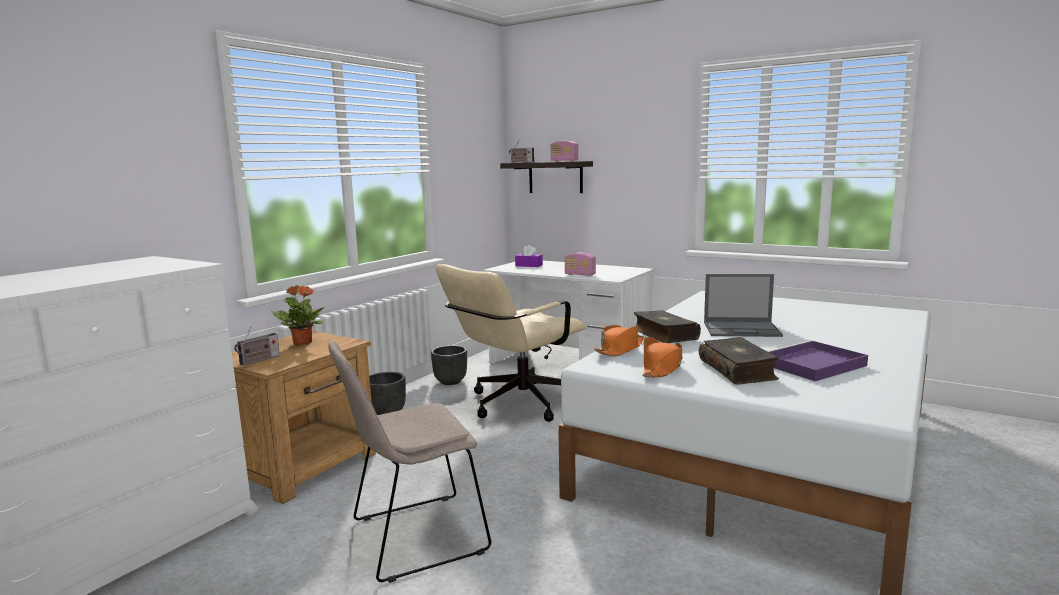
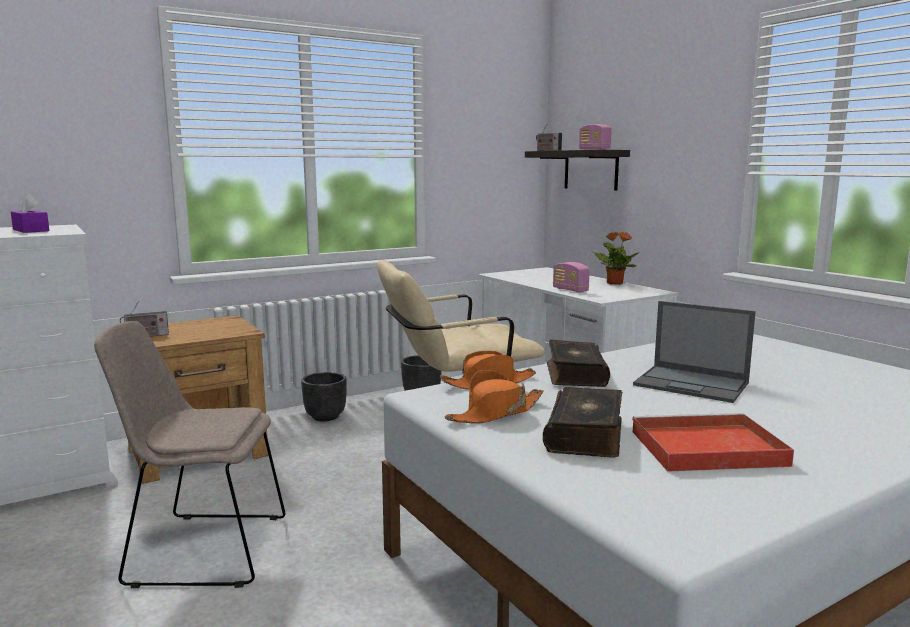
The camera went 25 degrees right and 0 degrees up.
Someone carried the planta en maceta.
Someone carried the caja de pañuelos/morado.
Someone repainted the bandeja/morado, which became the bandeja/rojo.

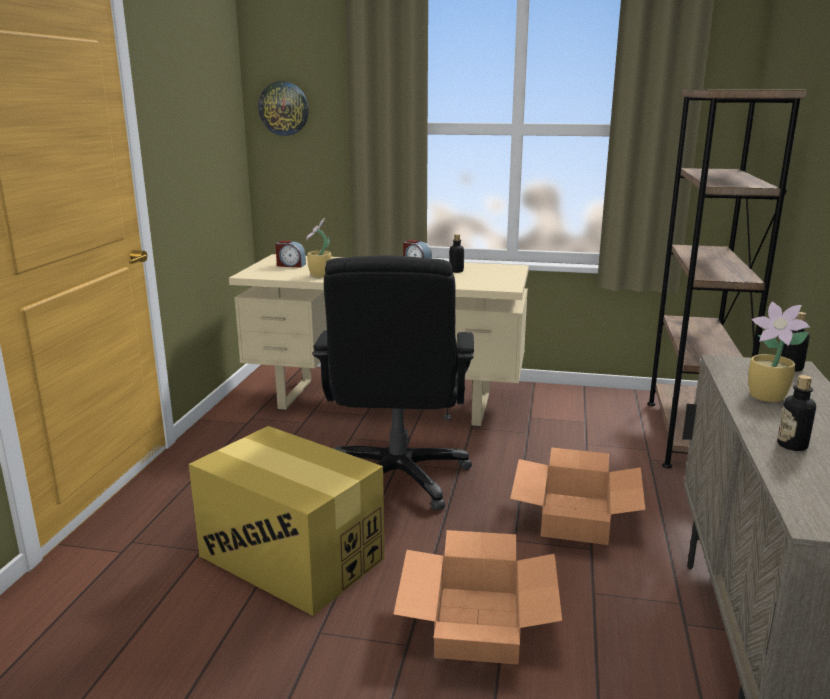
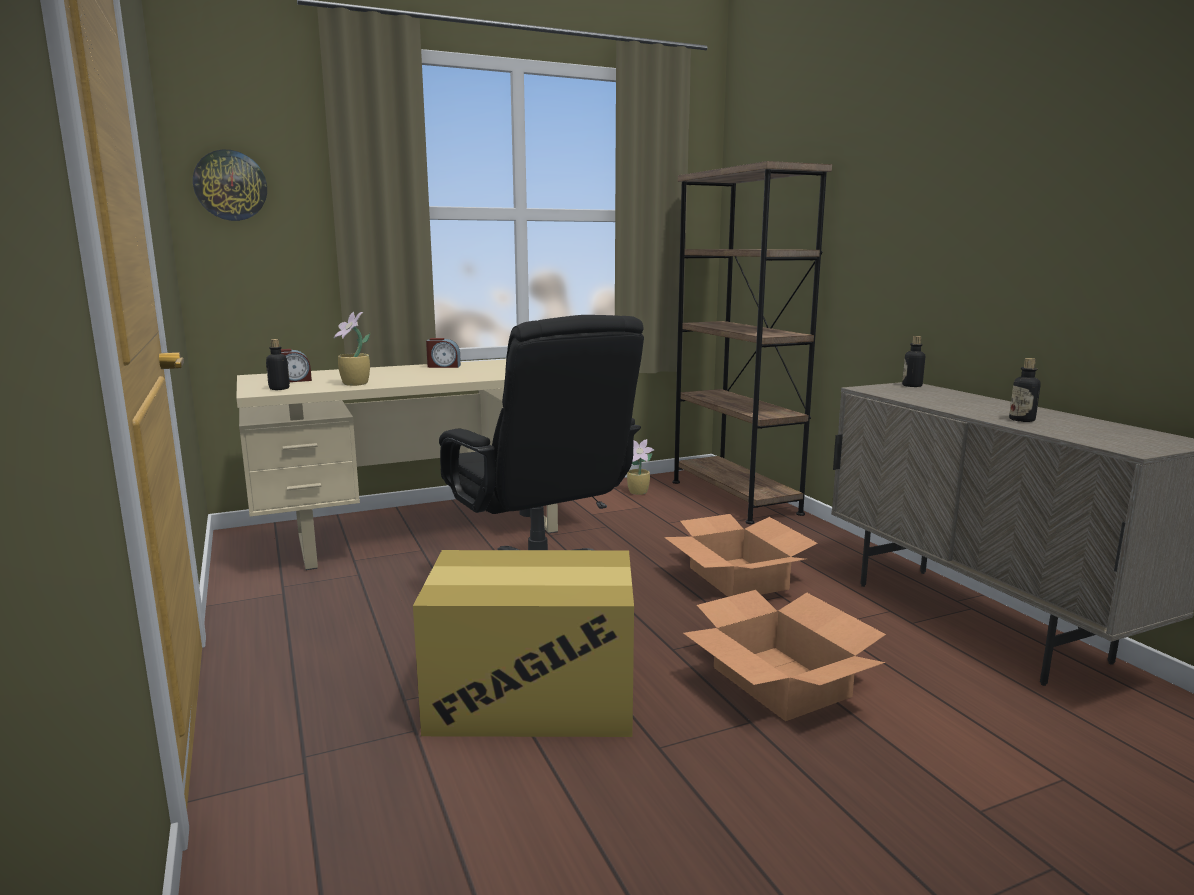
The camera went 35 degrees left and 5 degrees down.
Someone carried the botella (no. 1 from left).
Someone carried the planta en maceta (no. 2 from left).

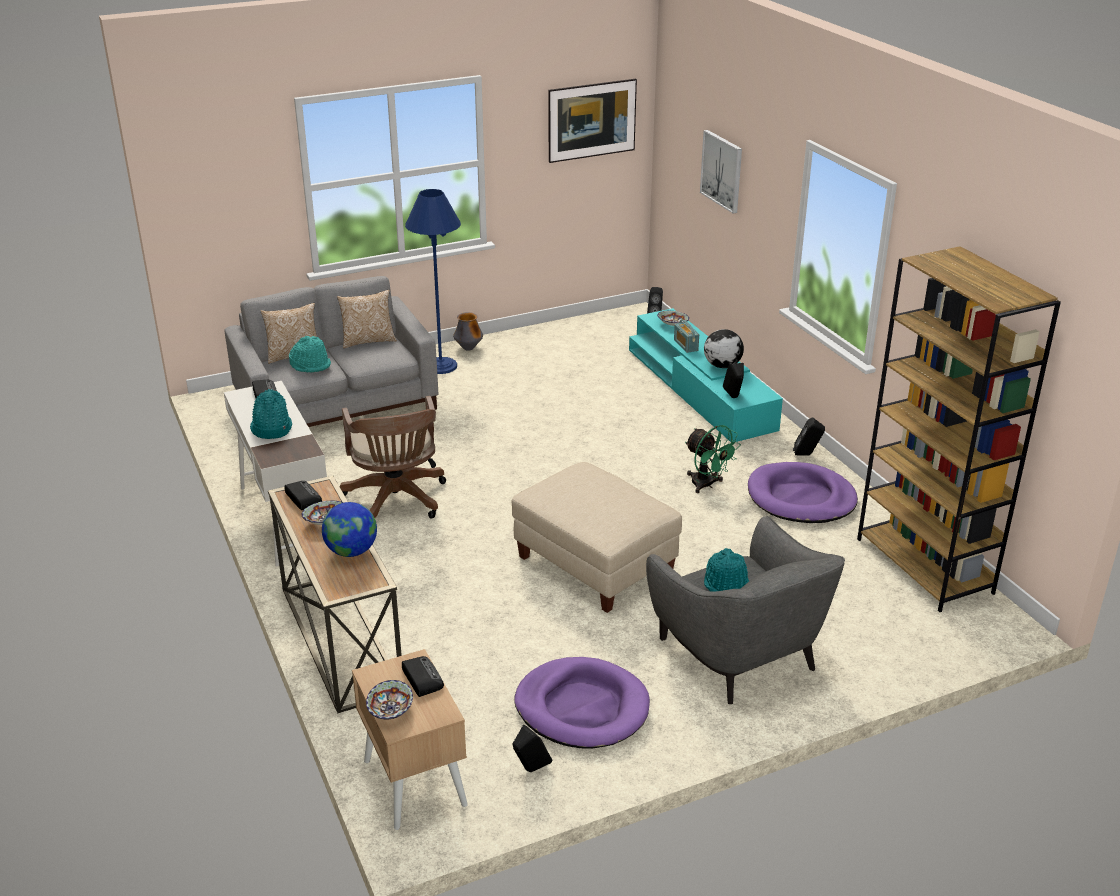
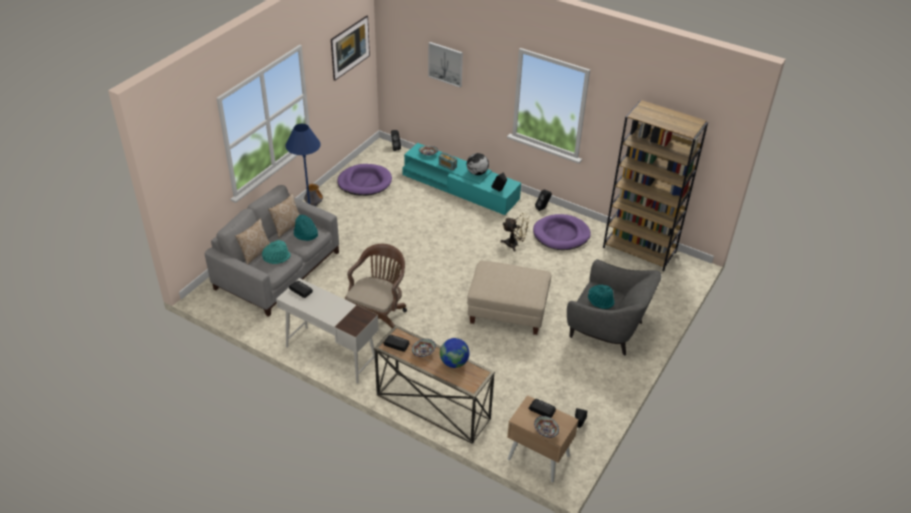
The camera went 35 degrees left and 10 degrees up.
Someone carried the sombrero/turquesa (no. 1 from left in the first image).
Someone rotated the silla de oficina/marrón by 105 degrees counterclockwise.
Someone carried the cama para perro/morado (no. 1 from left).
Someone repainted the ventilador/verde, which became the ventilador/beis.

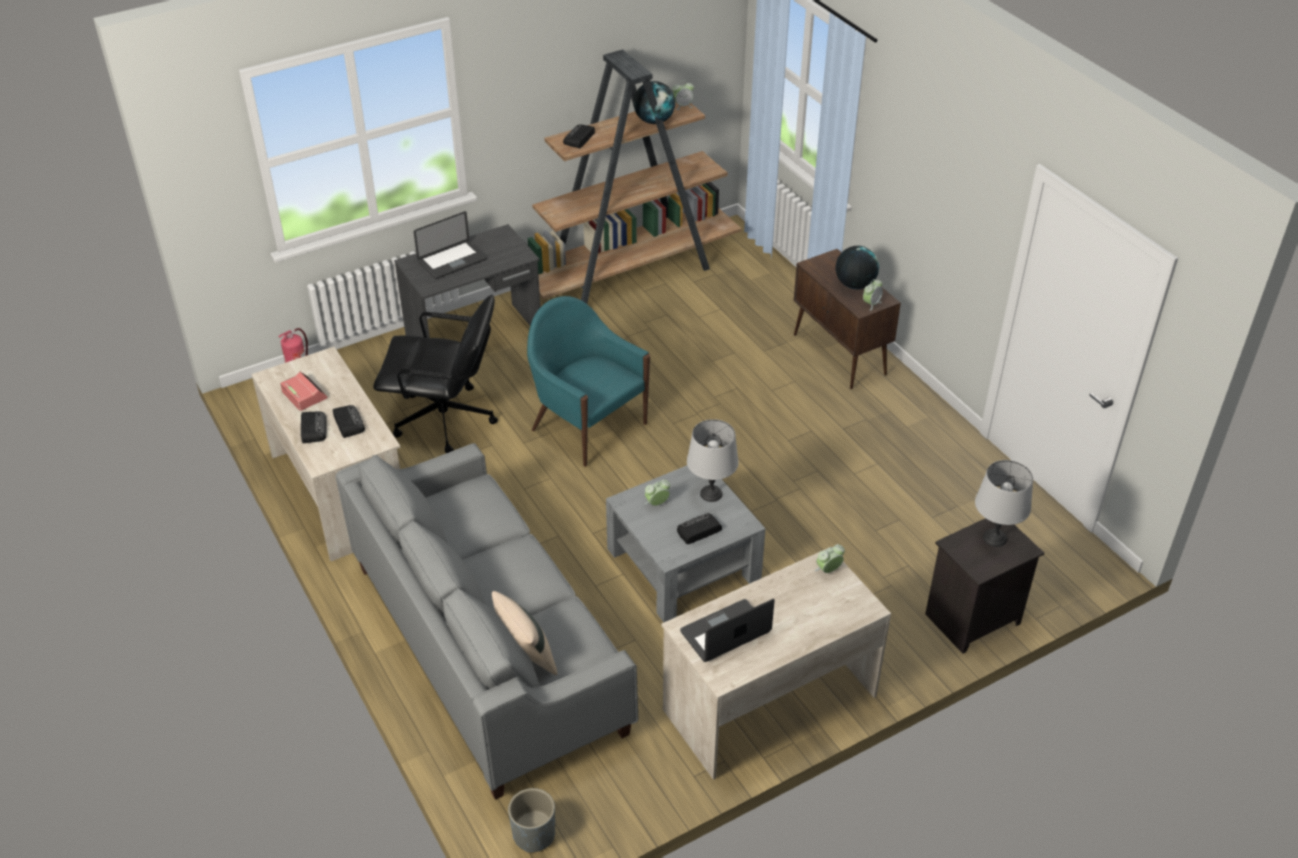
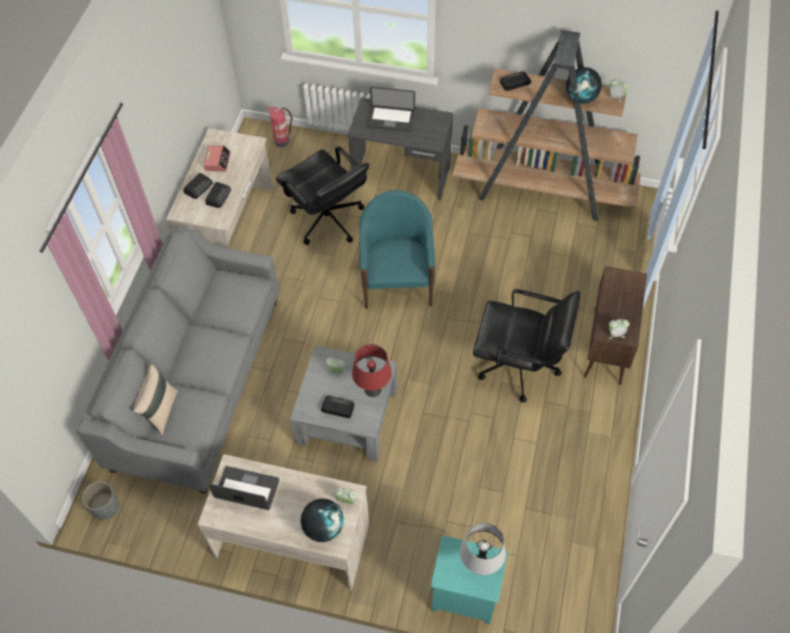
The camera went 45 degrees right and 15 degrees up.
Someone repainted the lámpara de mesa/gris (no. 1 from left), which became the lámpara de mesa/rojo.
Someone carried the globo terráqueo (no. 2 from left in the first image).
Someone repainted the mesita de noche/negro, which became the mesita de noche/turquesa.
Someone put down the silla de oficina/negro (no. 2 from left).

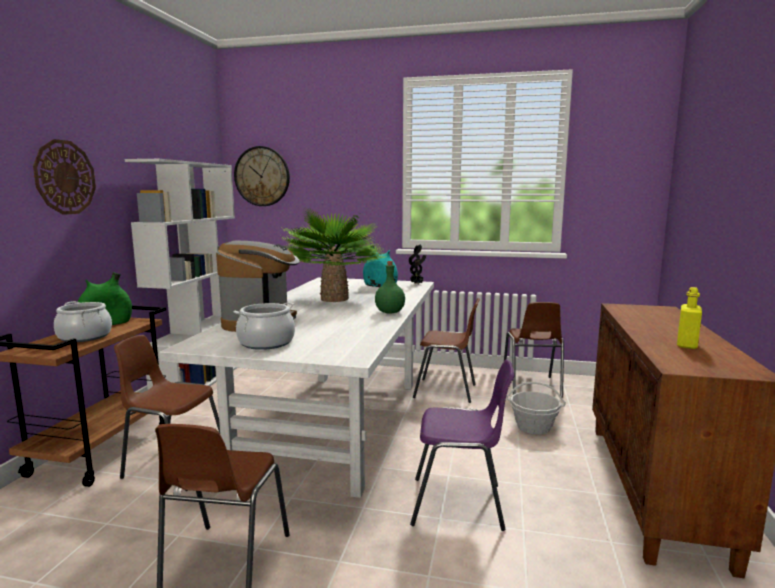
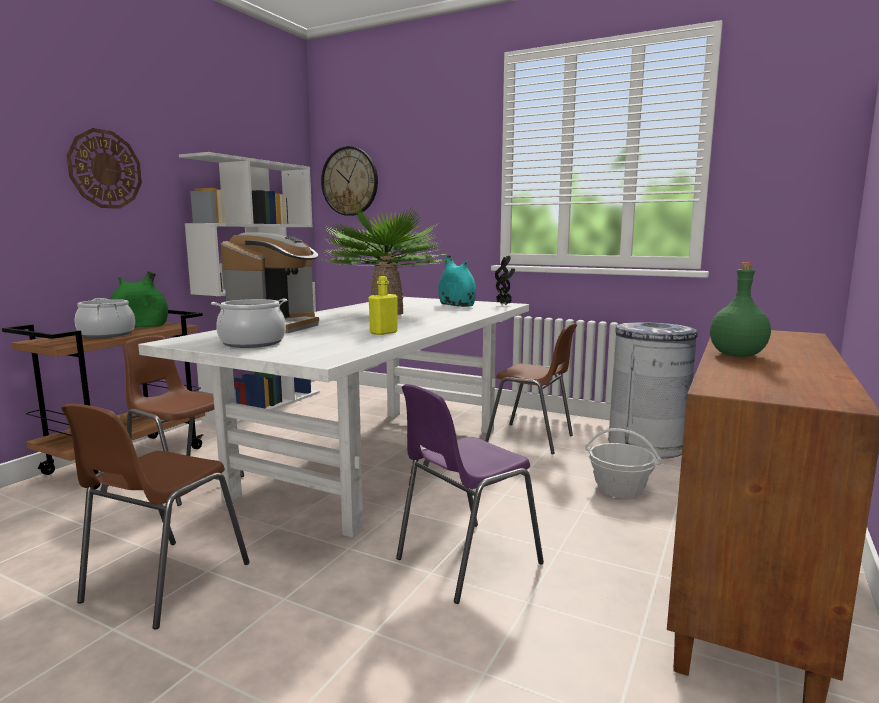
The camera went 15 degrees right and 0 degrees up.
Someone carried the botella/verde.
Someone rotated the silla/morado by 120 degrees clockwise.
Someone swapped the silla/marrón (no. 4 from left) for the papelera/gris.
Someone carried the botella/amarillo.

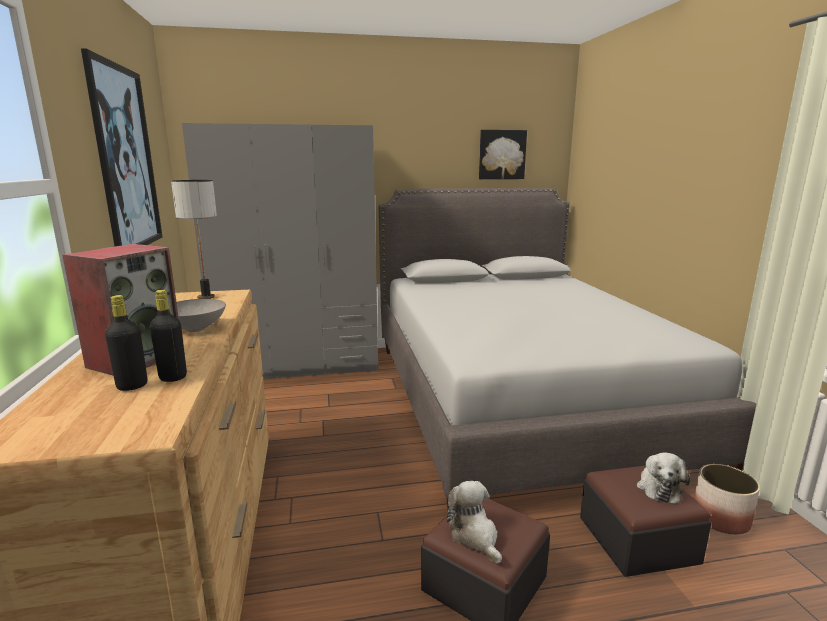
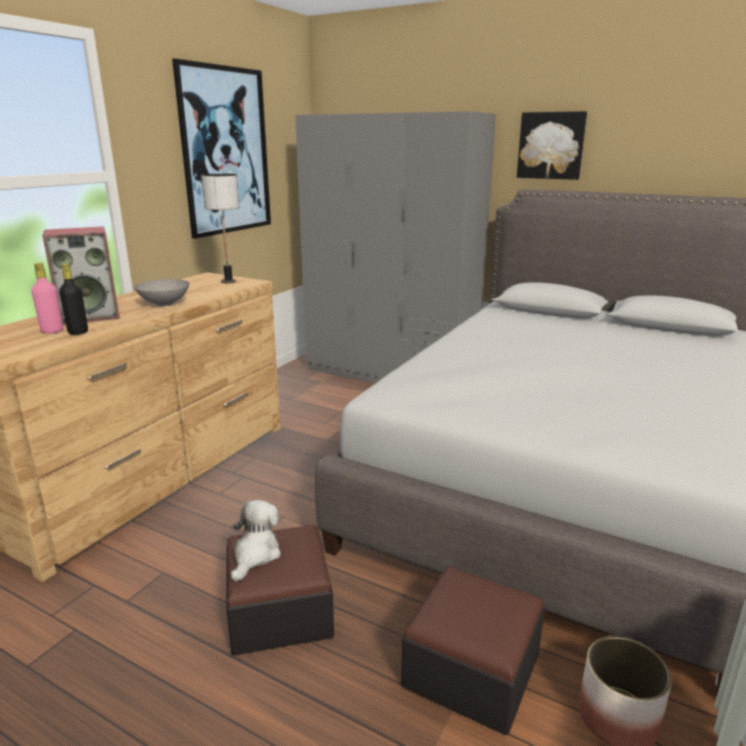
The camera went 40 degrees right and 5 degrees up.
Someone repainted the botella/negro (no. 1 from left), which became the botella/rosa.
Someone carried the cuadro (no. 2 from left).
Someone took away the peluche (no. 2 from left).

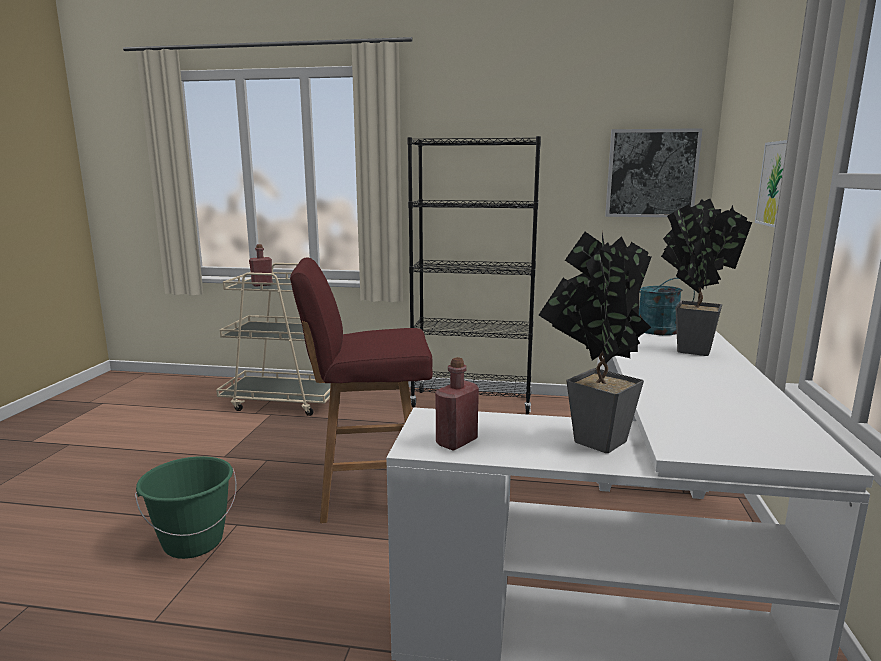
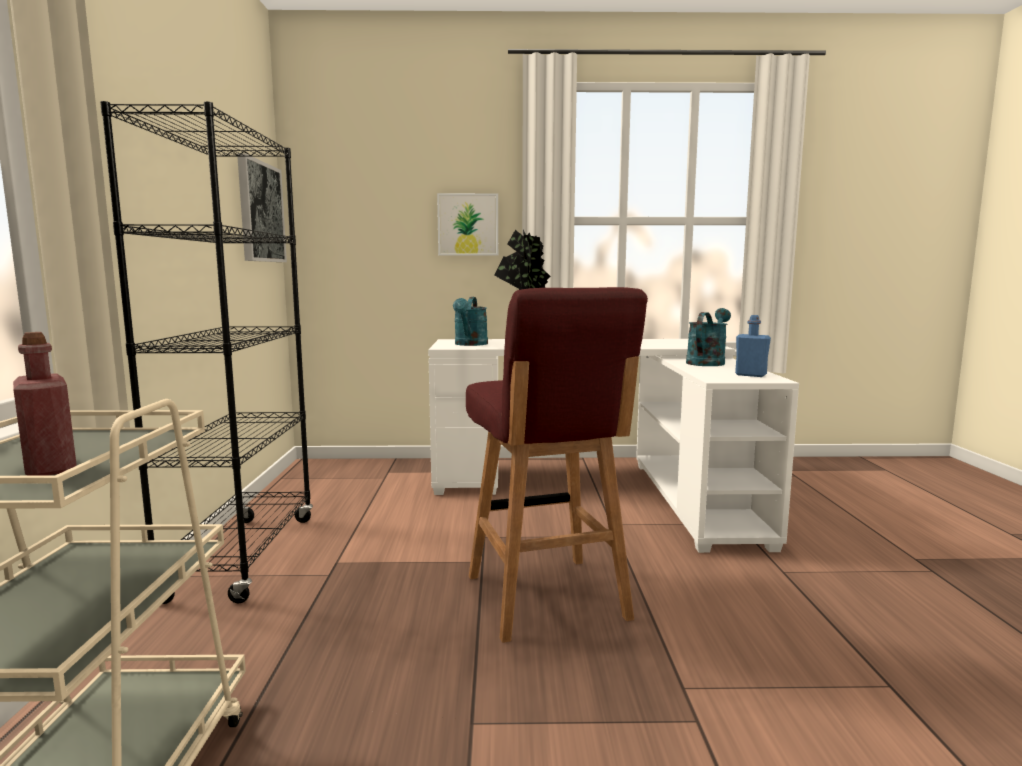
The camera went 100 degrees left and 5 degrees down.
Someone took away the cubo/verde.
Someone repainted the botella/rojo (no. 2 from left), which became the botella/azul.
Someone swapped the planta en maceta (no. 1 from left) for the regadera/turquesa (no. 2 from left).

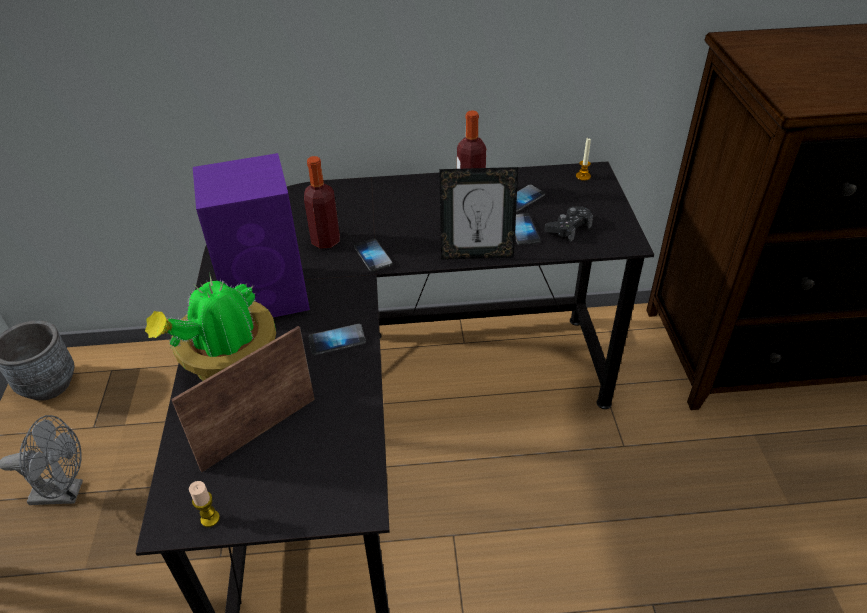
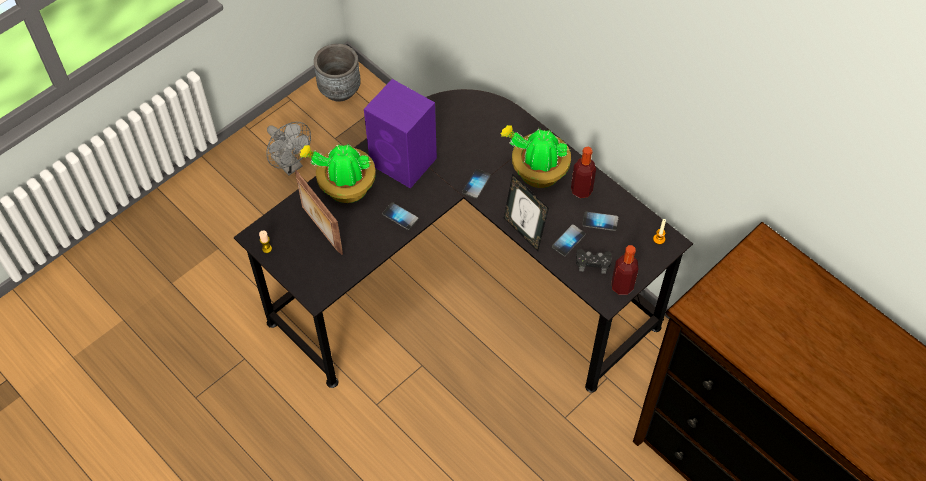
The camera went 50 degrees right and 15 degrees up.
Someone rotated the portarretratos (no. 1 from left) by 135 degrees counterclockwise.
Someone carried the botella (no. 1 from left in the first image).
Someone put down the planta en maceta (no. 2 from left).

